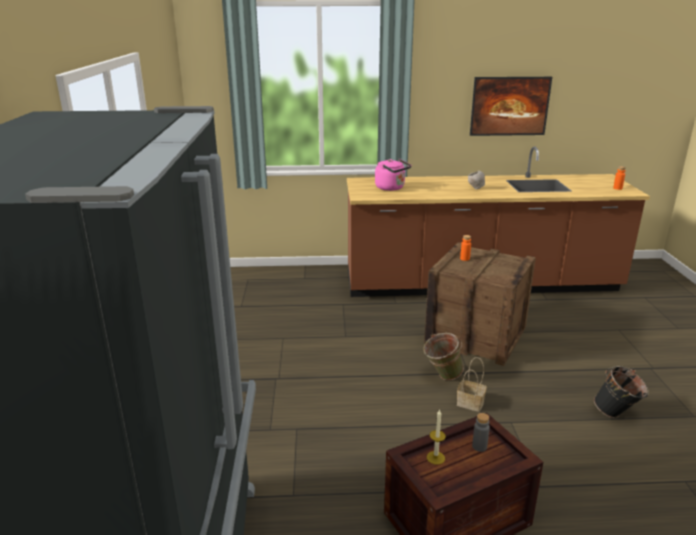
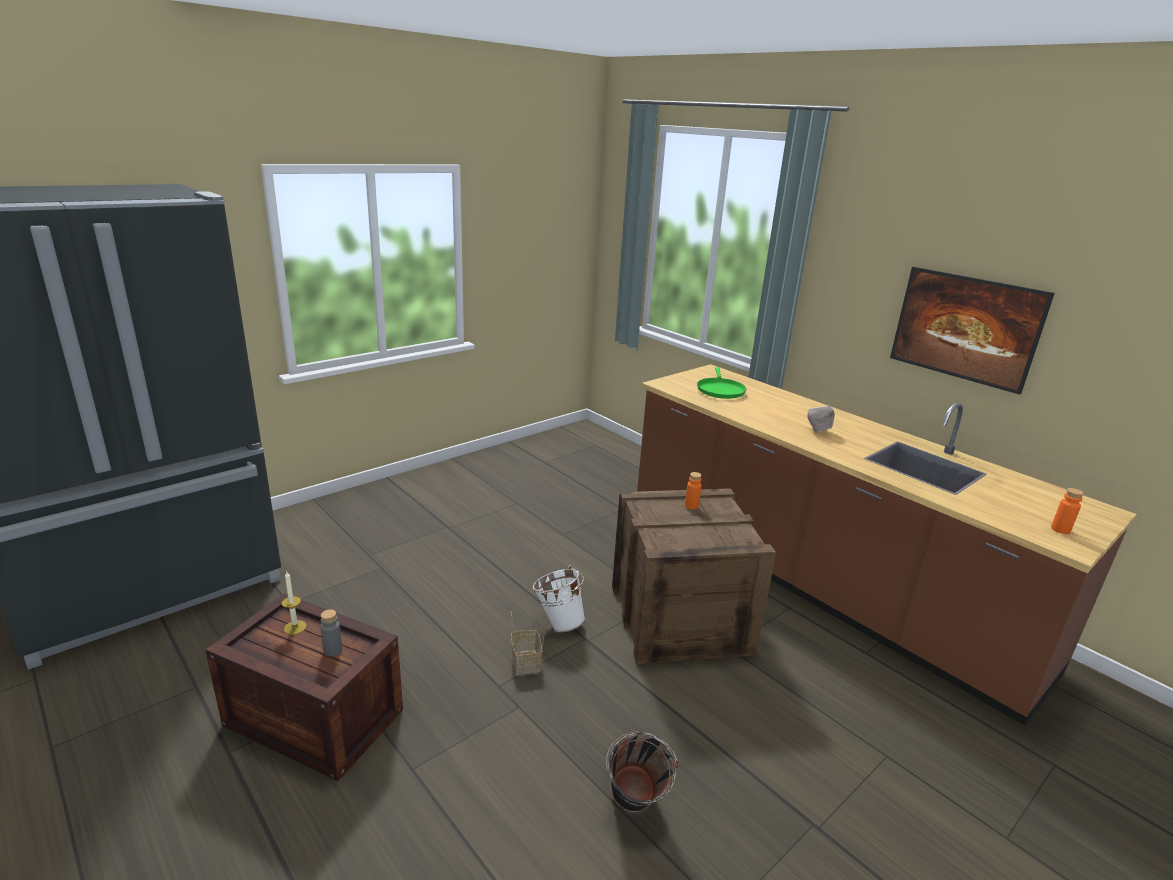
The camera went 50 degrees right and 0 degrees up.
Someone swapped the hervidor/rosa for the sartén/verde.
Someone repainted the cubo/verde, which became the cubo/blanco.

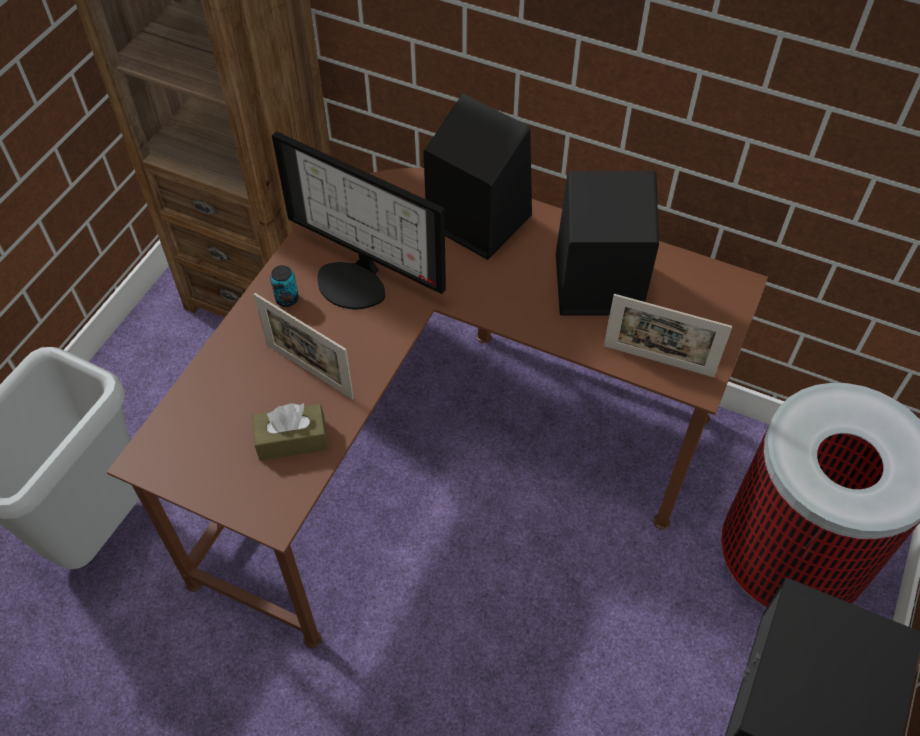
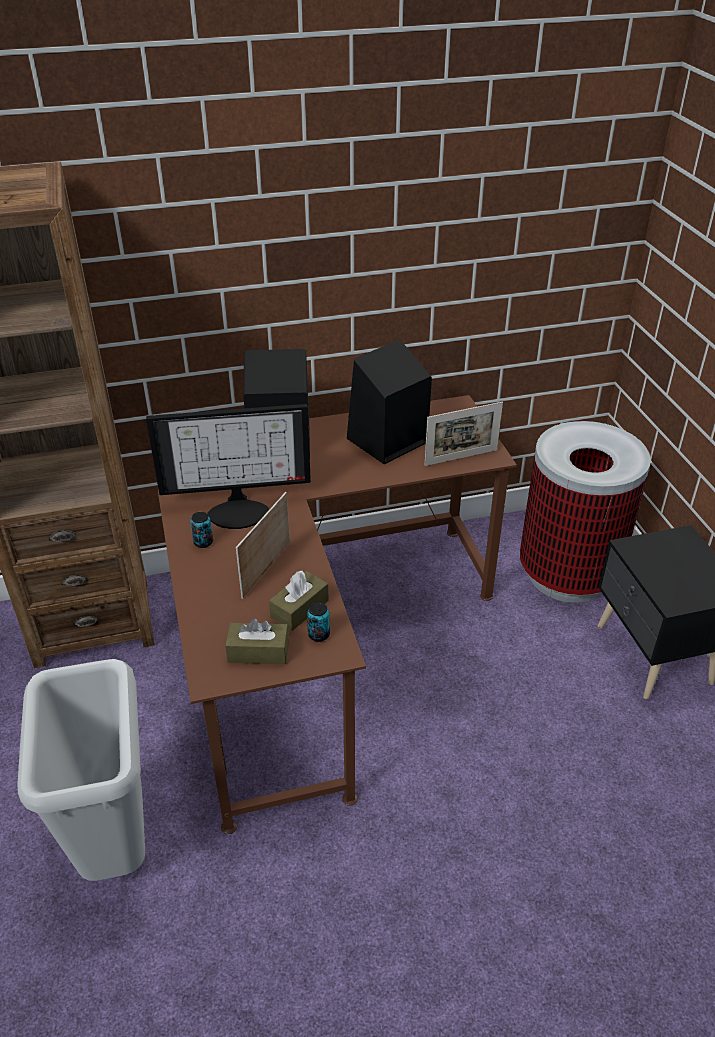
The camera went 40 degrees left and 15 degrees down.
Someone rotated the portarretratos (no. 1 from left) by 120 degrees clockwise.
Someone put down the caja de pañuelos/marrón (no. 1 from left).
Someone put down the lata (no. 2 from left).

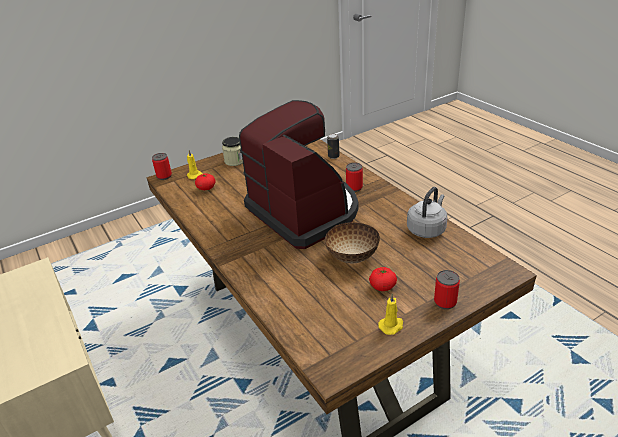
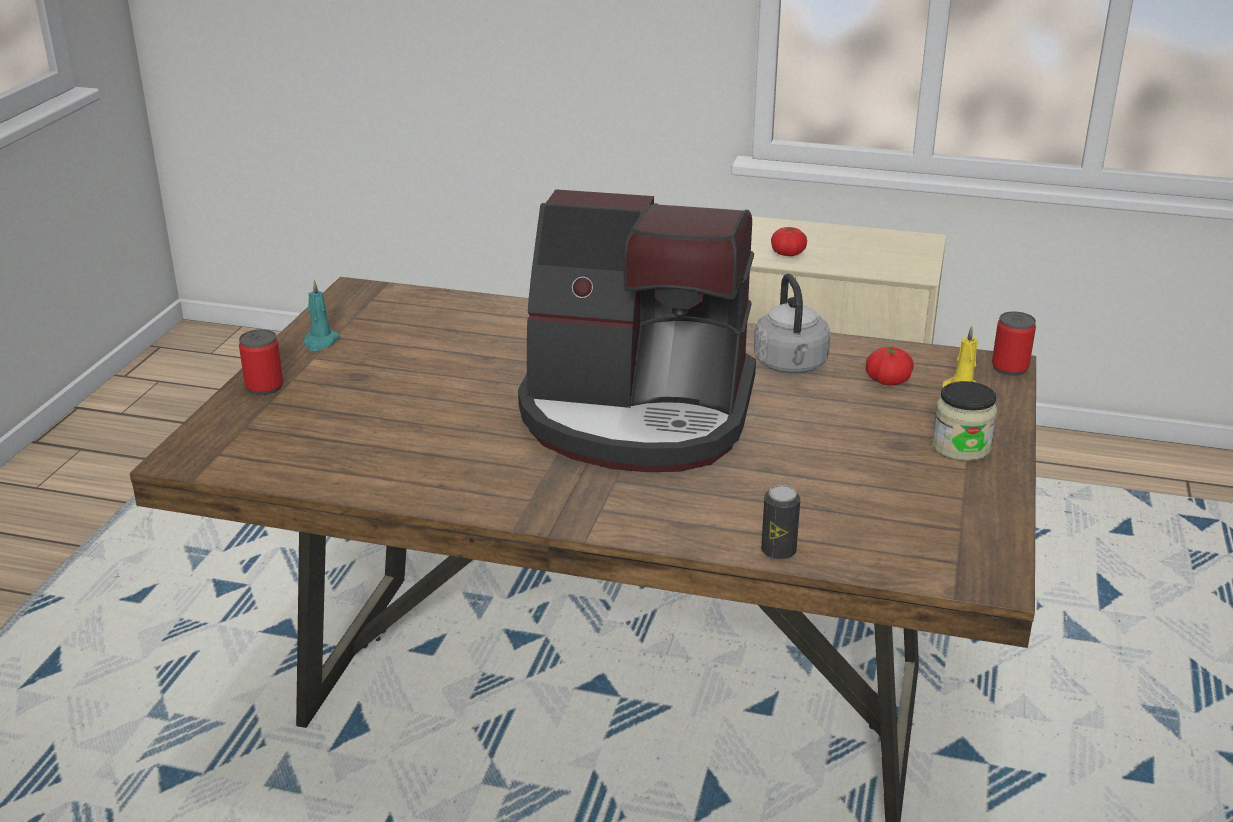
The camera went 135 degrees right and 5 degrees down.
Someone took away the cuenco.
Someone took away the lata (no. 3 from left).
Someone carried the tomate (no. 2 from left in the first image).
Someone repainted the vela/amarillo (no. 2 from left), which became the vela/turquesa.
Someone carried the hervidor/gris.

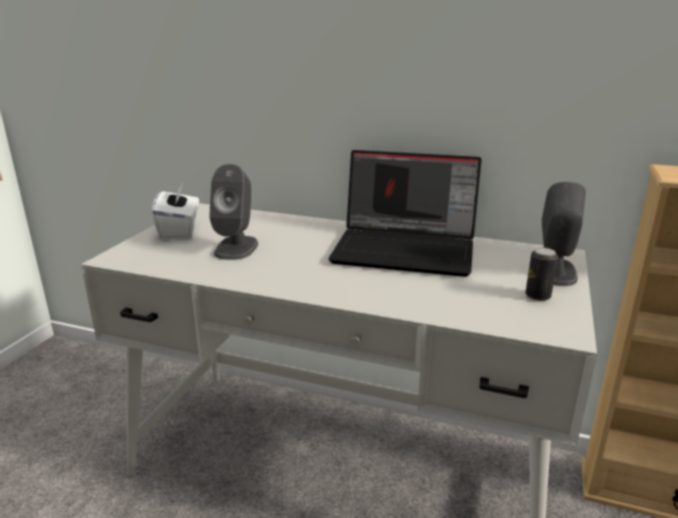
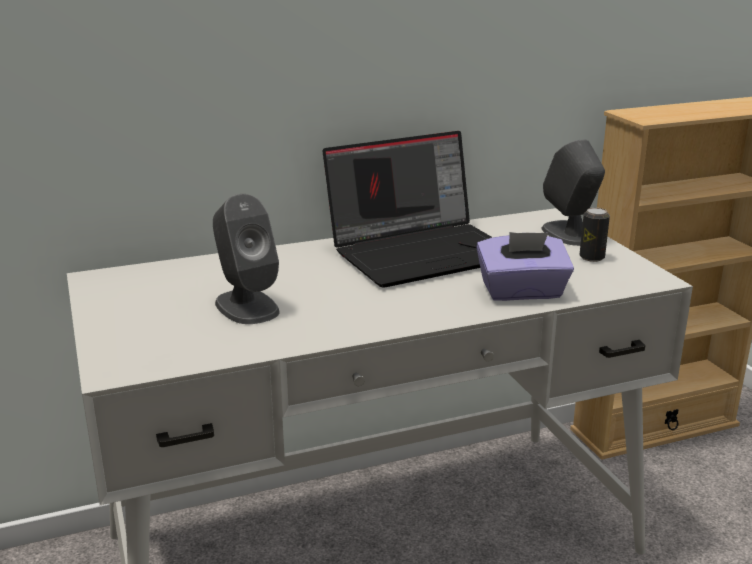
The camera went 40 degrees left and 0 degrees up.
Someone took away the caja de pañuelos/blanco.
Someone put down the caja de pañuelos/morado.

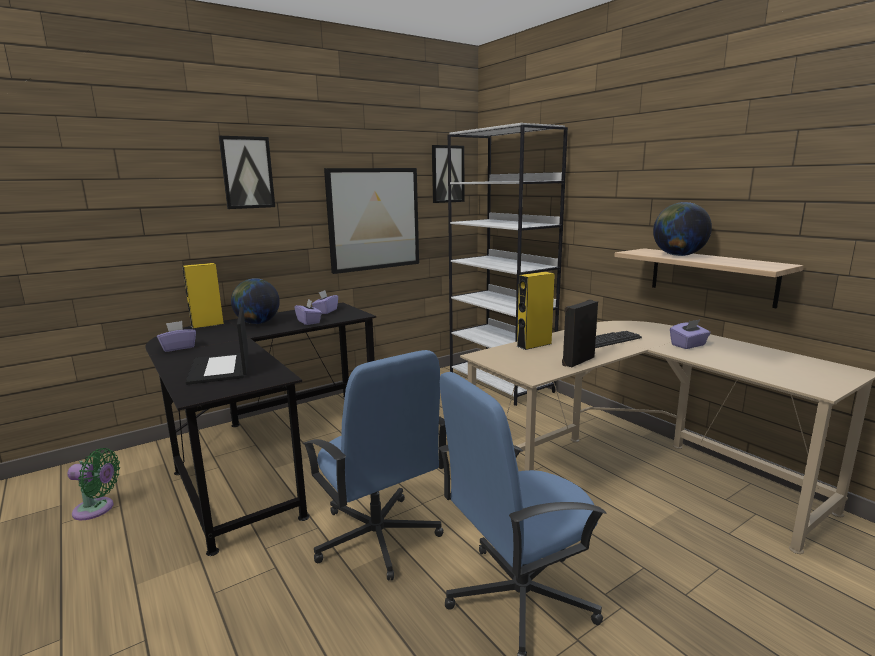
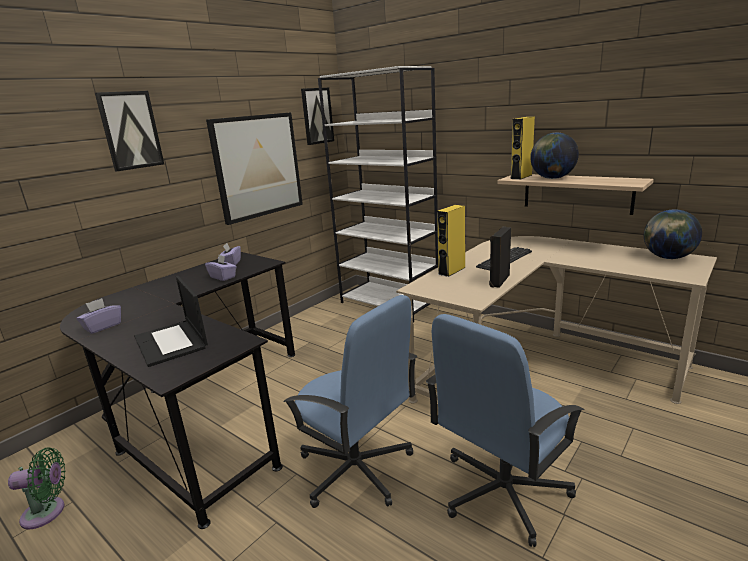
The camera went 15 degrees left and 5 degrees up.
Someone carried the altavoz/amarillo (no. 1 from left in the first image).
Someone carried the globo terráqueo (no. 1 from left in the first image).
Someone took away the caja de pañuelos/morado (no. 4 from left).

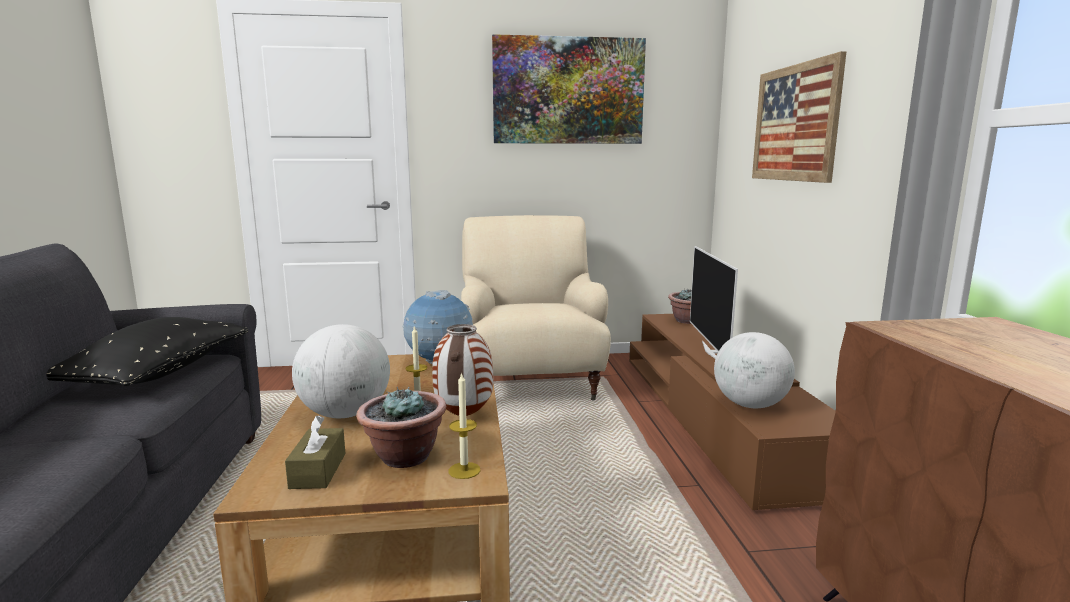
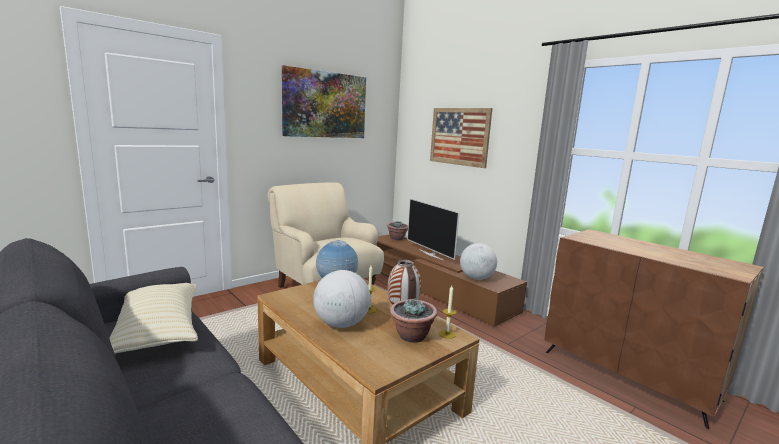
The camera went 35 degrees left and 0 degrees up.
Someone repainted the cojín/negro, which became the cojín/beis.
Someone took away the caja de pañuelos/marrón.

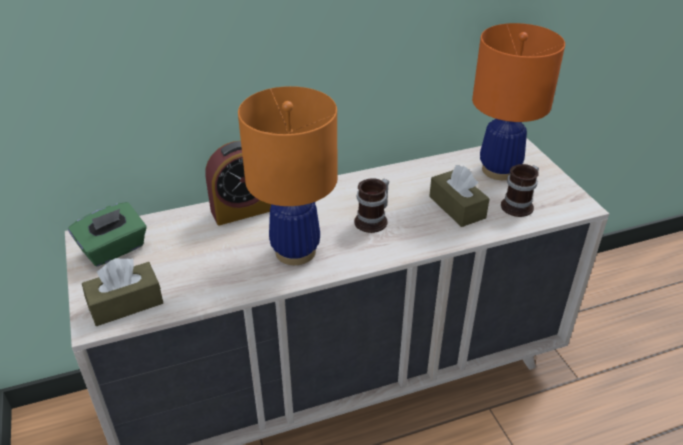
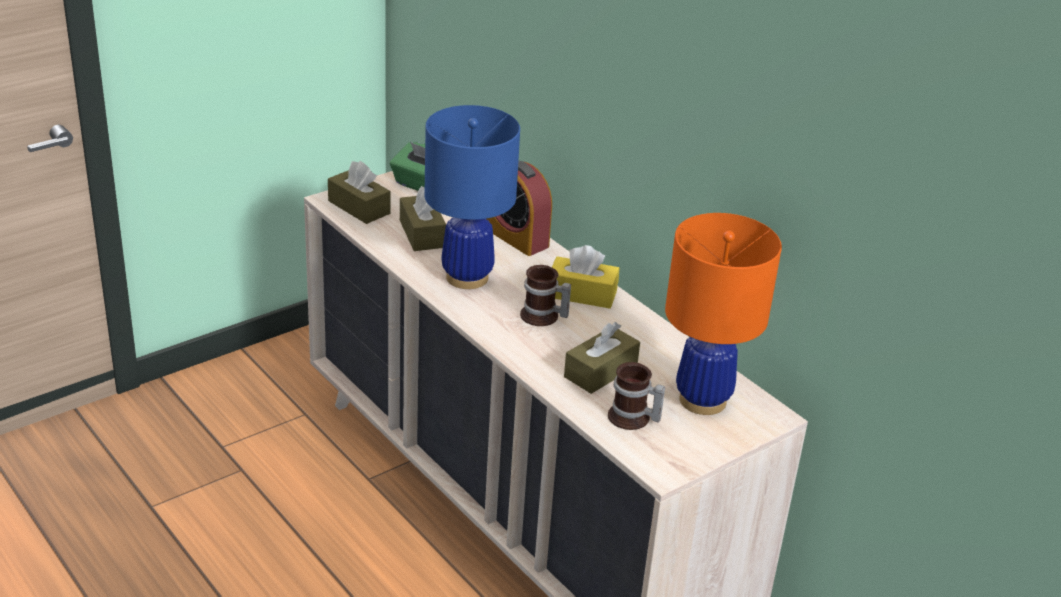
The camera went 70 degrees right and 5 degrees down.
Someone repainted the lámpara de mesa/naranja (no. 1 from left), which became the lámpara de mesa/azul.
Someone put down the caja de pañuelos/marrón (no. 2 from left).
Someone put down the caja de pañuelos/amarillo.

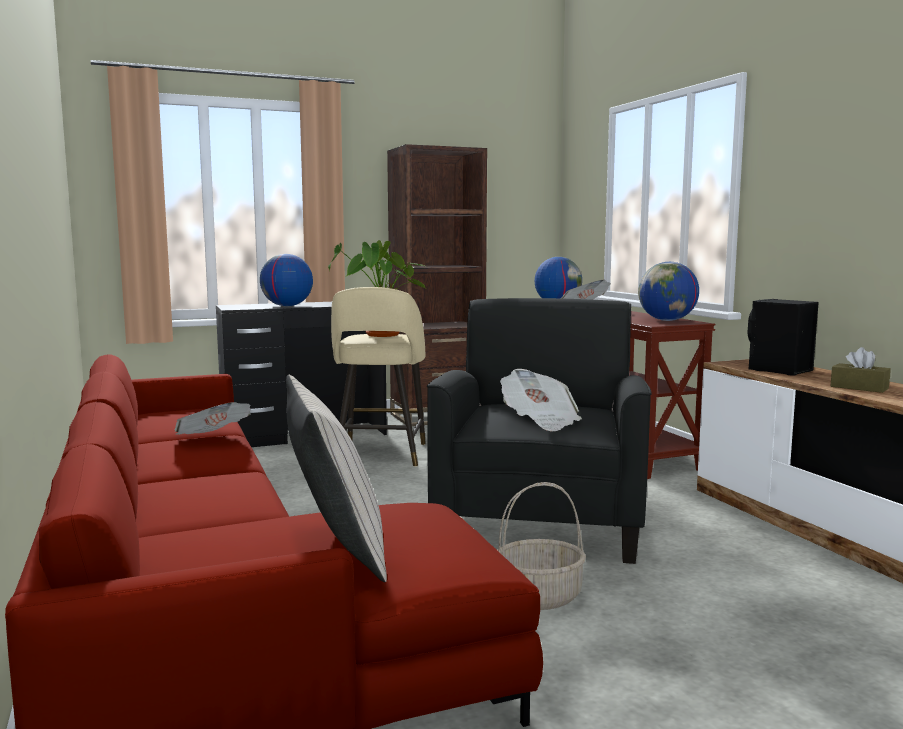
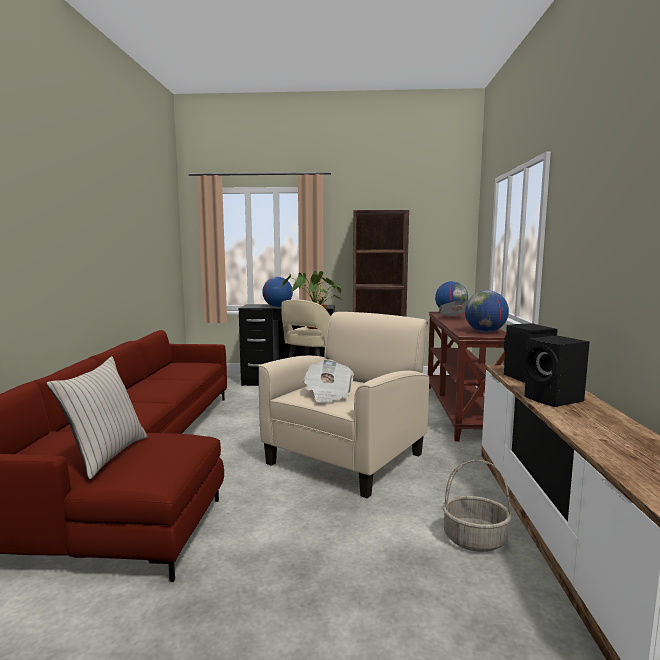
The camera went 25 degrees right and 0 degrees up.
Someone took away the periódico (no. 1 from left).
Someone repainted the sillón/negro, which became the sillón/beis.
Someone carried the cesta.
Someone swapped the caja de pañuelos/marrón for the altavoz/negro (no. 2 from left).

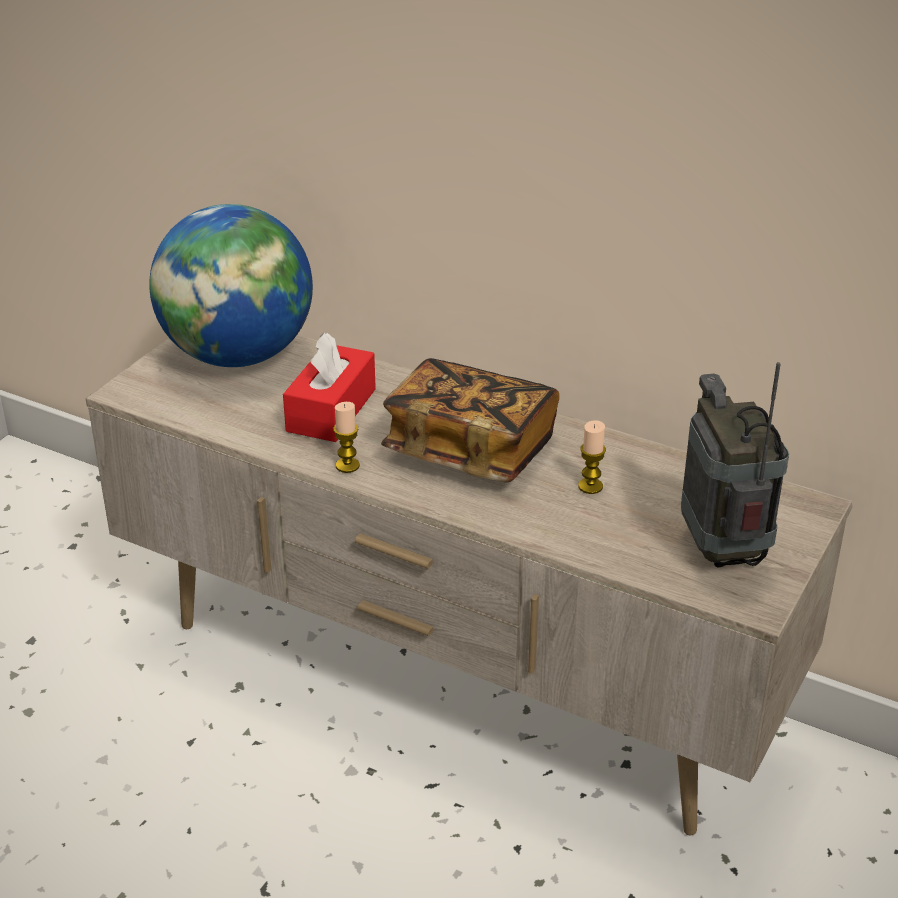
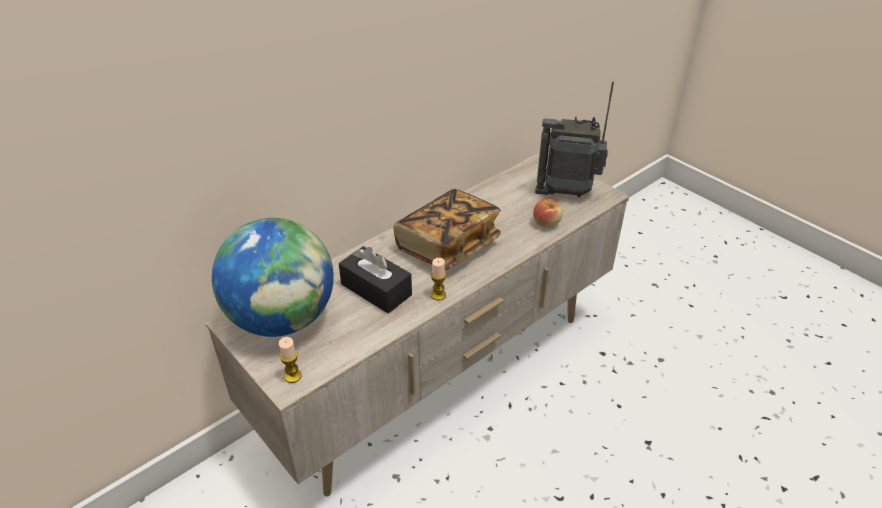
The camera went 70 degrees left and 5 degrees up.
Someone repainted the caja de pañuelos/rojo, which became the caja de pañuelos/negro.
Someone carried the vela (no. 2 from left in the first image).
Someone put down the manzana.

